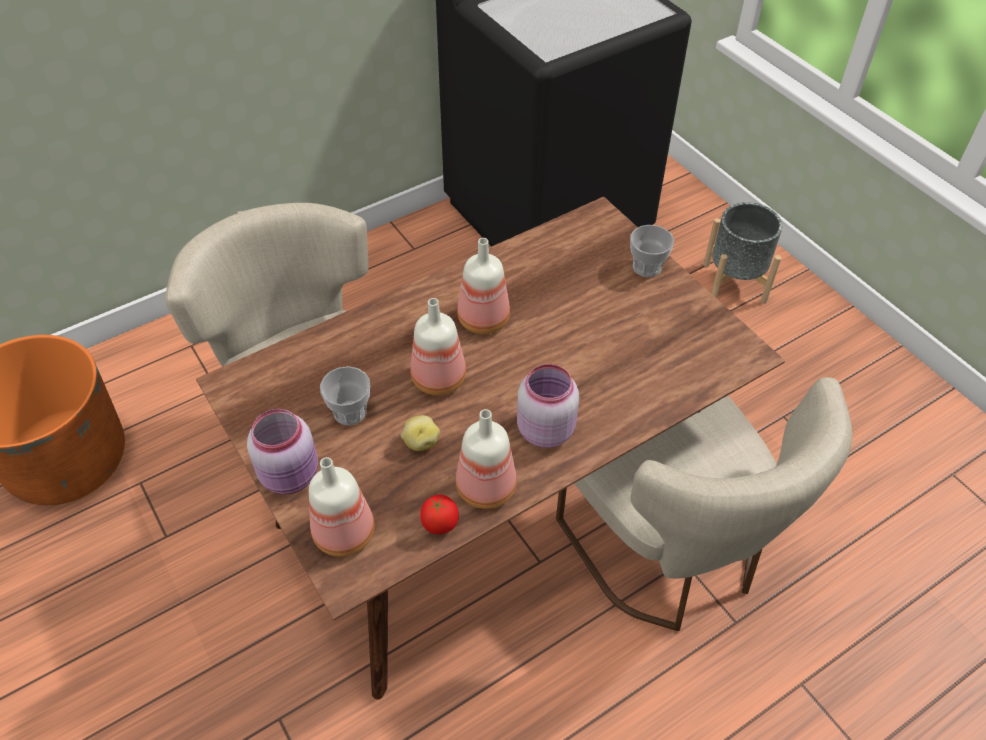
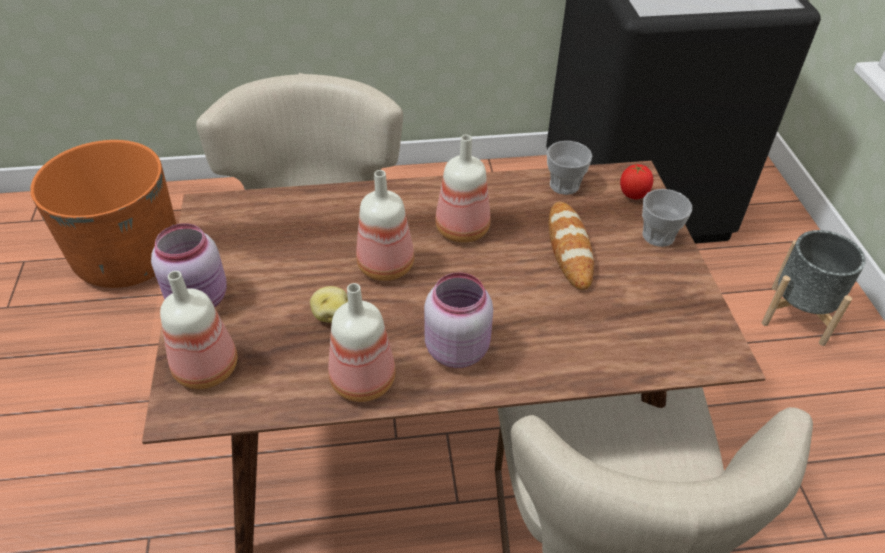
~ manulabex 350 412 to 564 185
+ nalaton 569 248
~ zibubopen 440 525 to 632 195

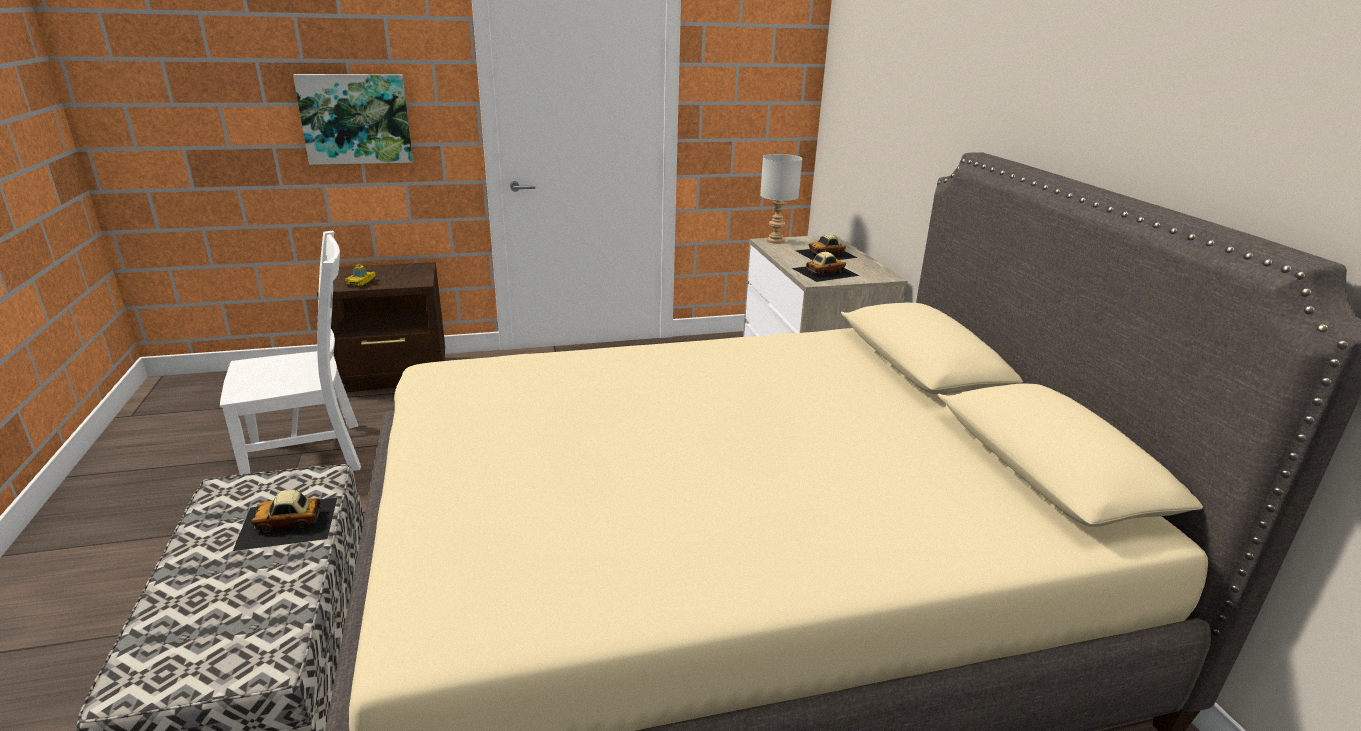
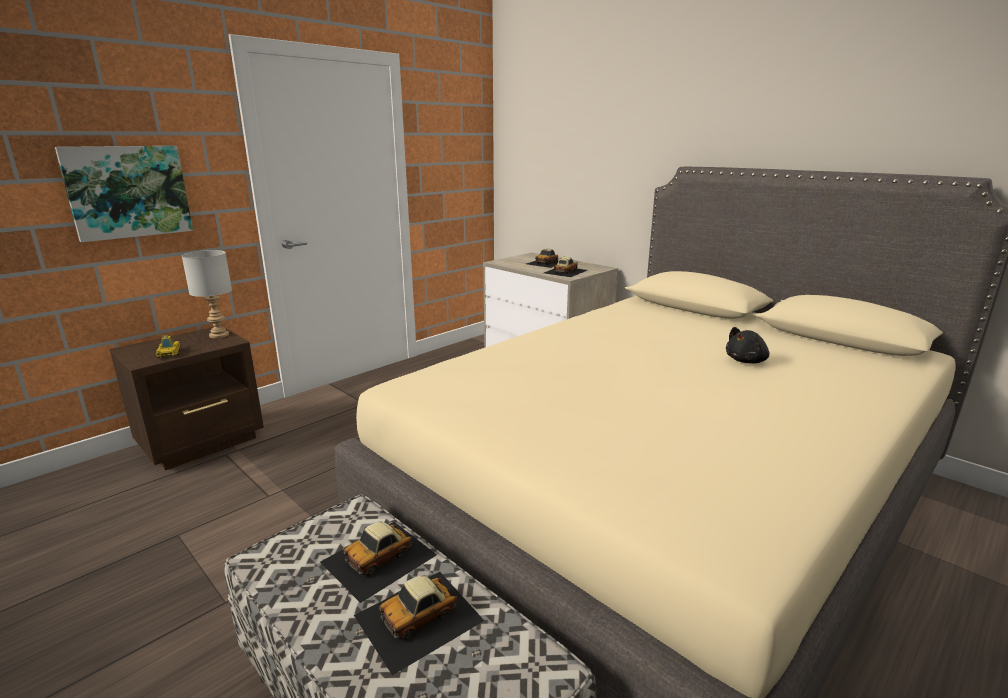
~ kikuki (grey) 776 241 to 220 335
+ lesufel 419 618
+ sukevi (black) 747 361
- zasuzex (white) 311 454

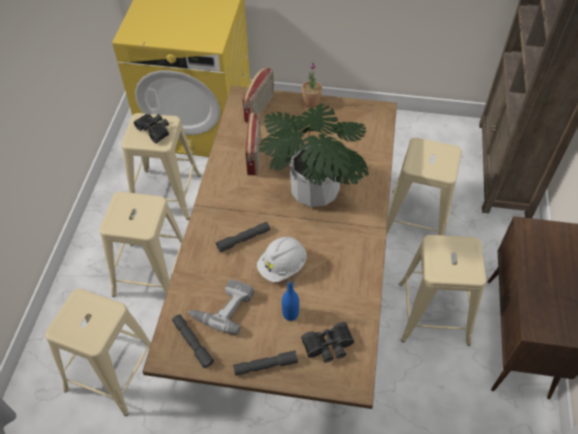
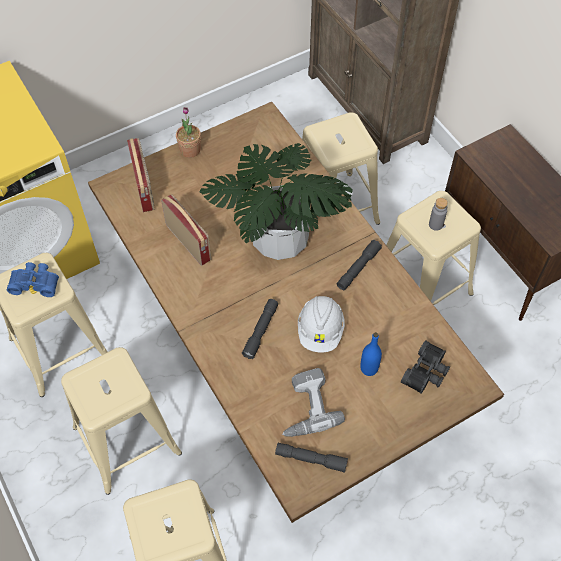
~ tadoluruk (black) 155 130 to tadoluruk (blue) 35 283
~ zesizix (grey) 265 366 to 358 268
+ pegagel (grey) 435 224

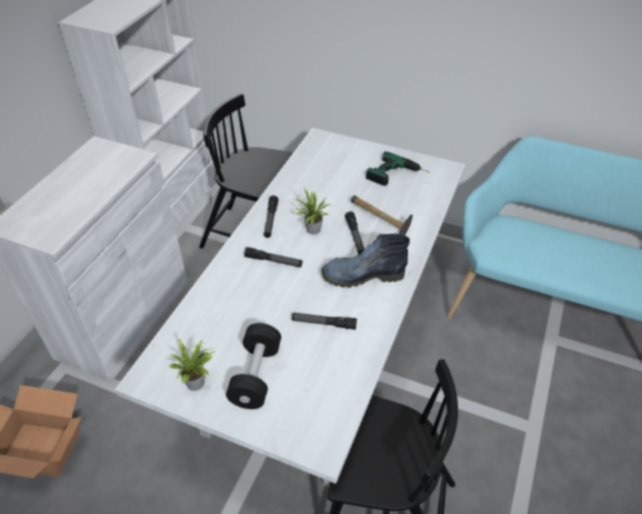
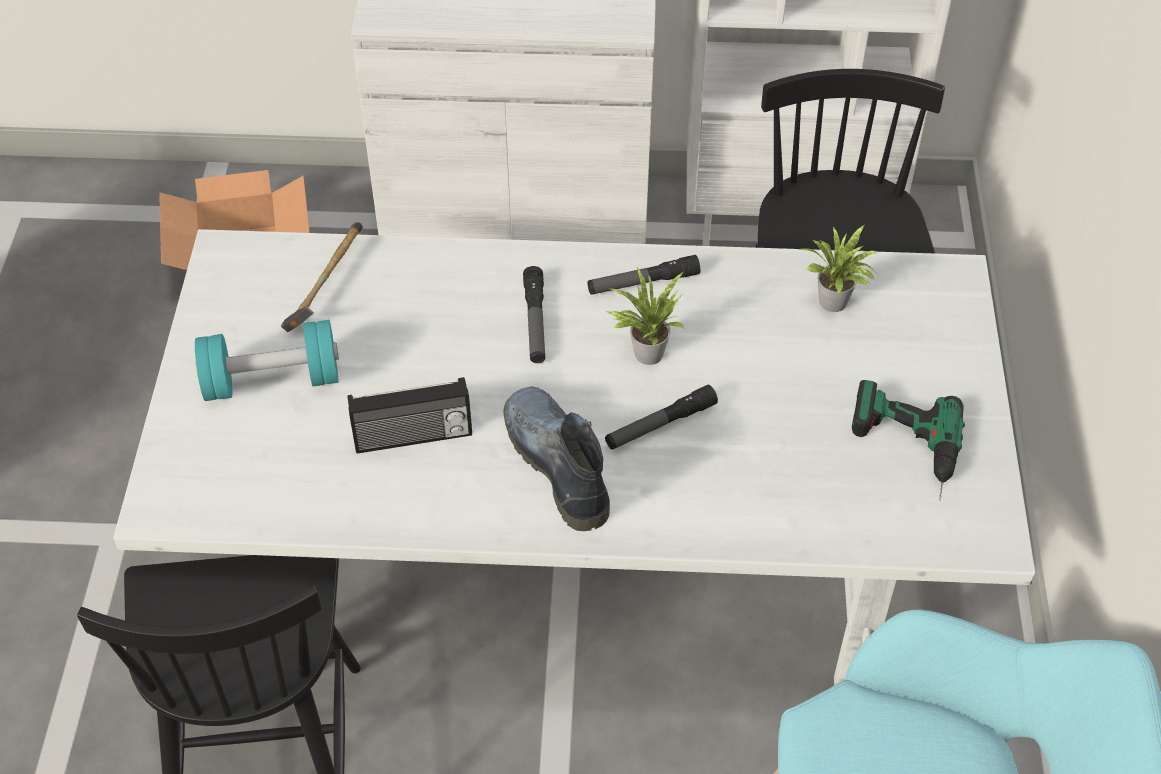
~ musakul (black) 256 375 to musakul (turquoise) 272 380
~ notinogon 380 220 to 325 289
~ zesizix 324 323 to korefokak 413 437
~ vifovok 198 383 to 834 304

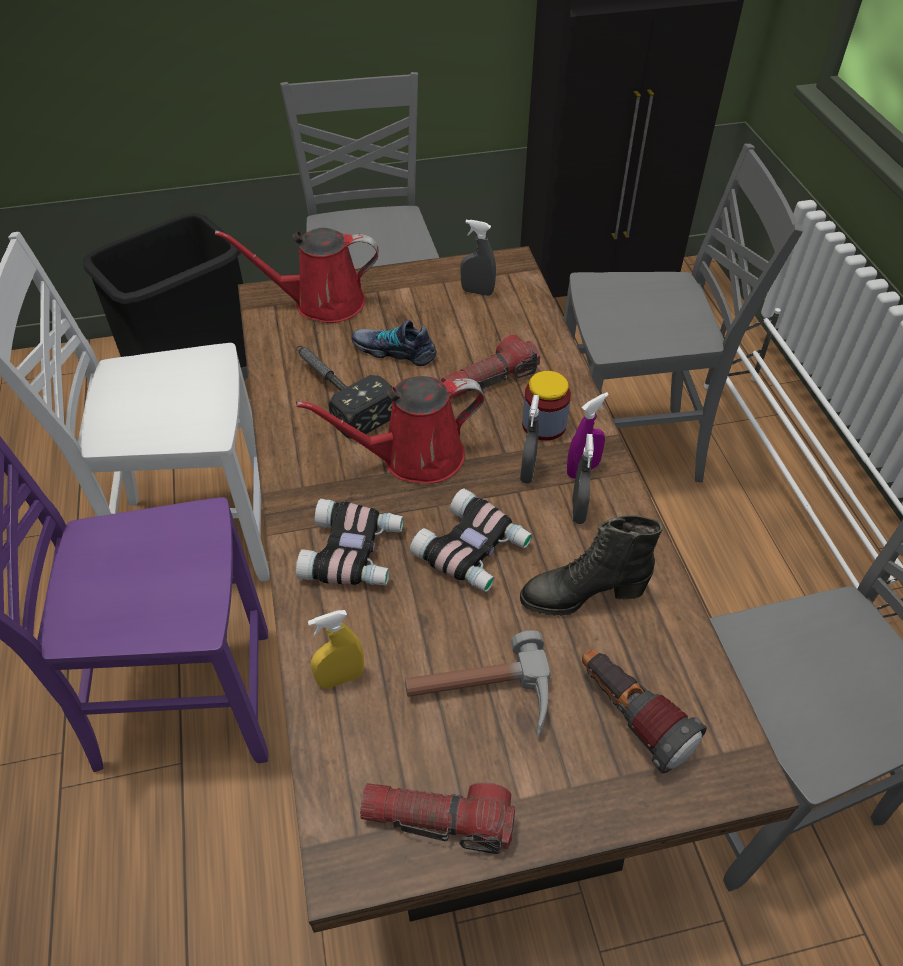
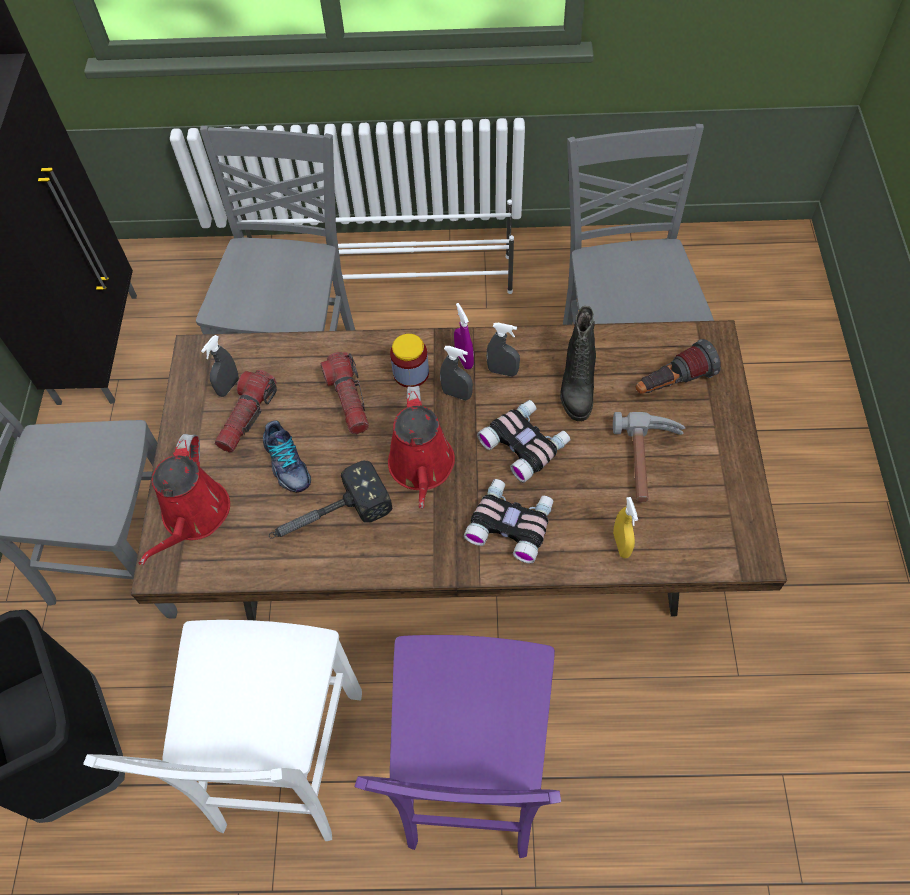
~ zesizix 438 820 to 247 417
~ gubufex 394 351 = 286 464 60 degrees counterclockwise

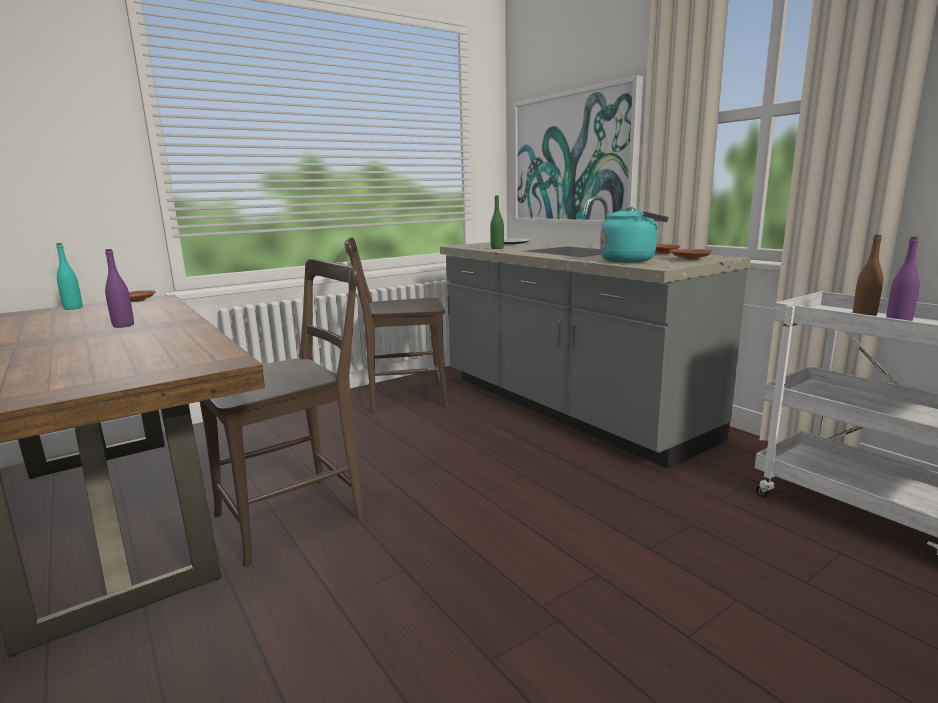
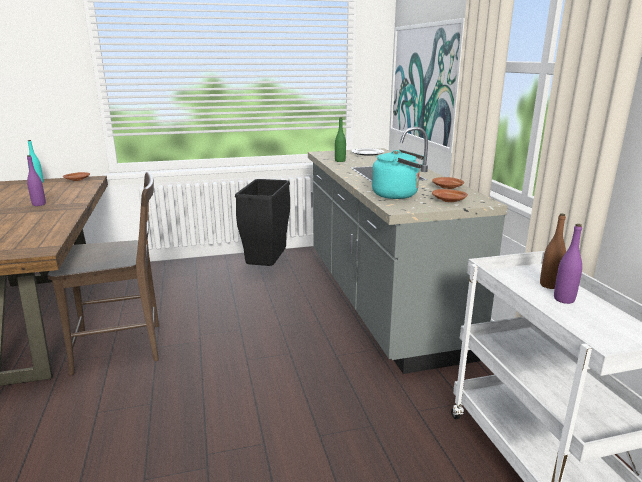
~ zasuzex (brown) 402 398 to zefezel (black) 266 268

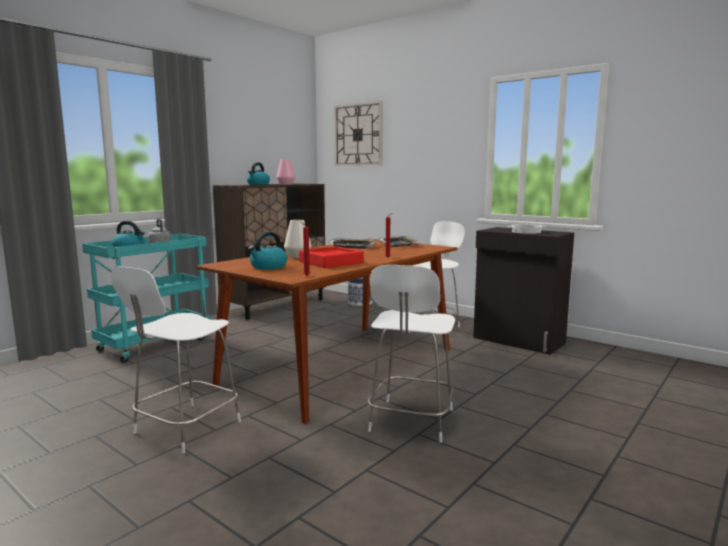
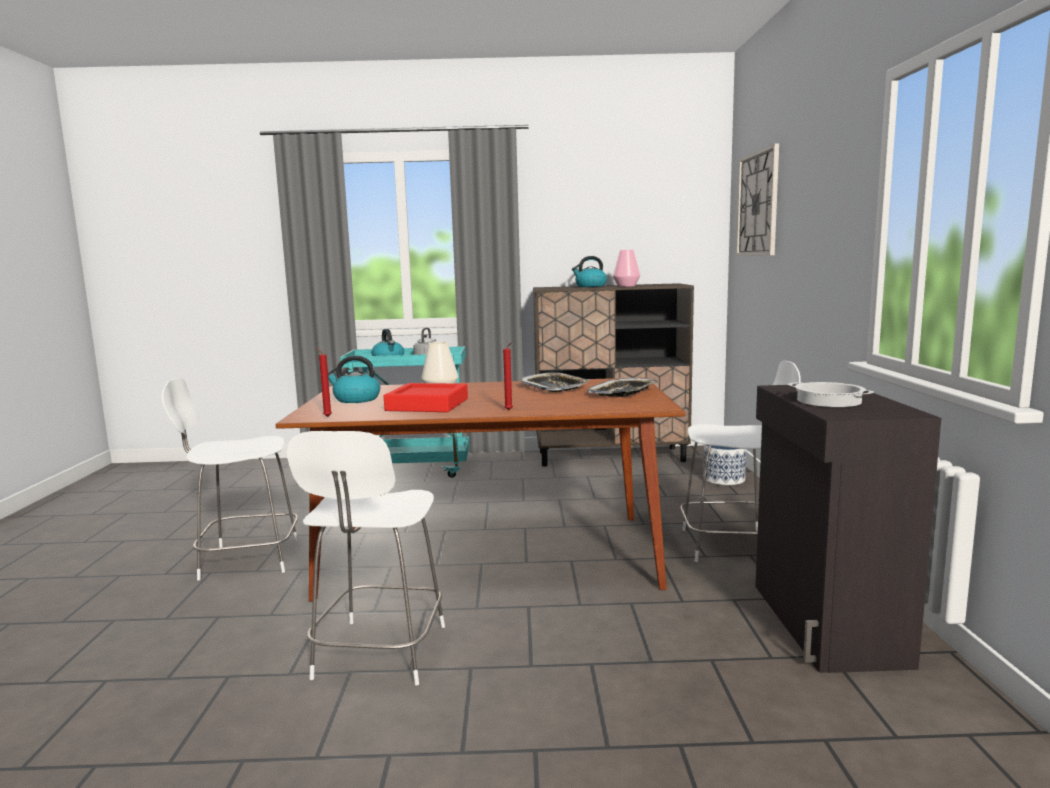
~ zasuzex (white) 410 422 = 379 654 60 degrees counterclockwise

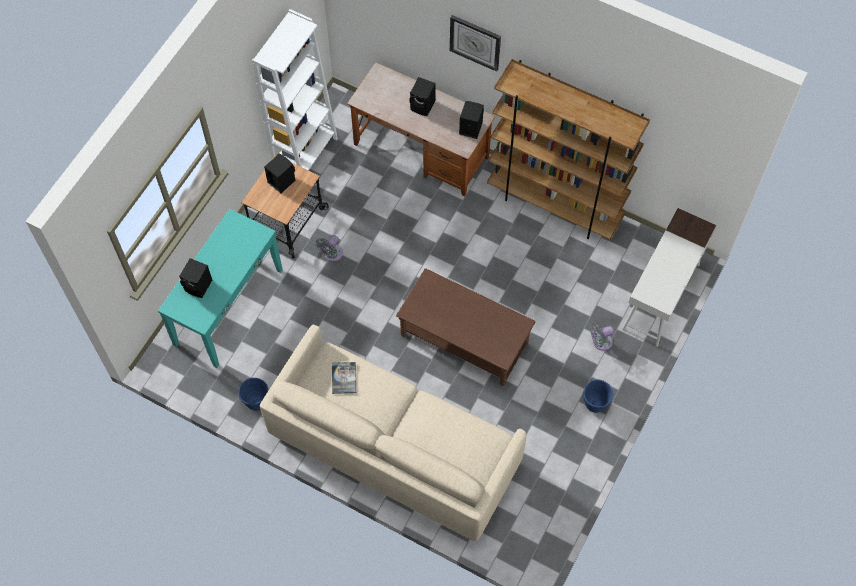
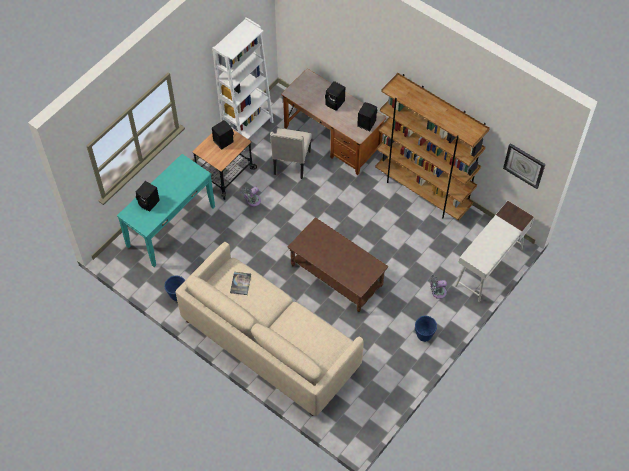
+ zasuzex (beige) 291 163
~ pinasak 475 42 to 524 165

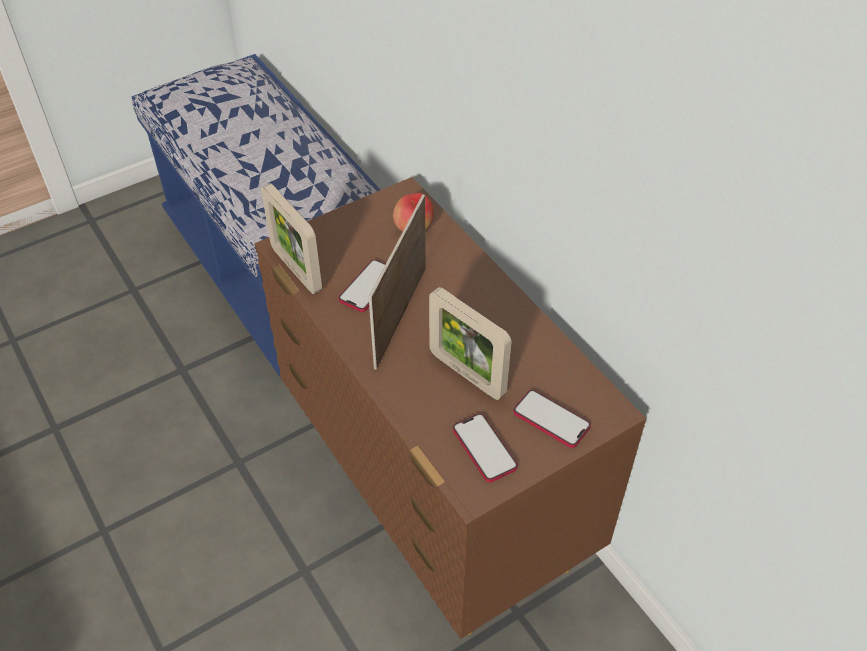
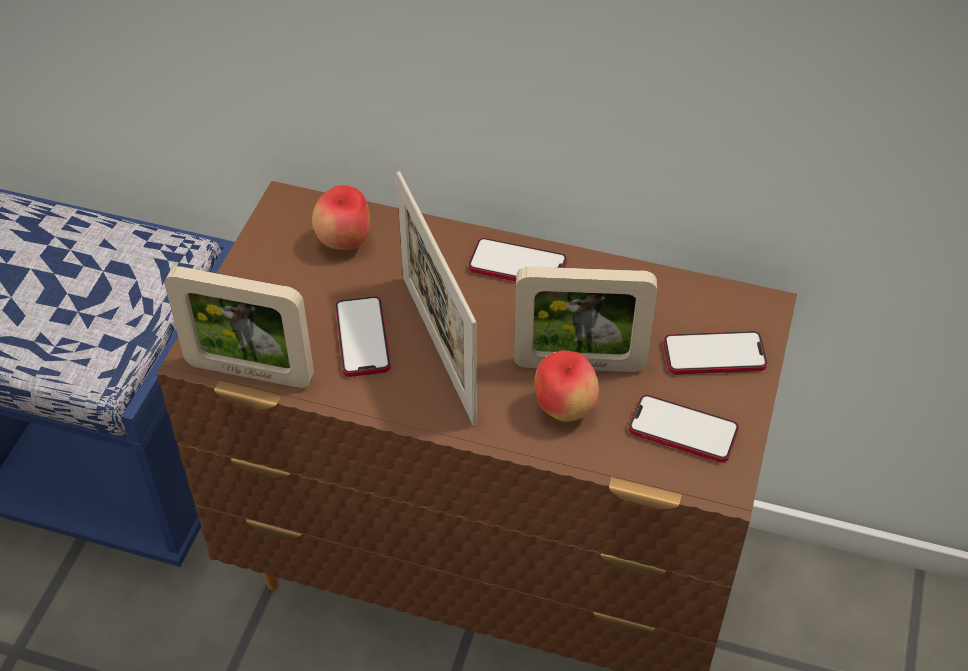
+ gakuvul 517 265
+ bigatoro 565 408

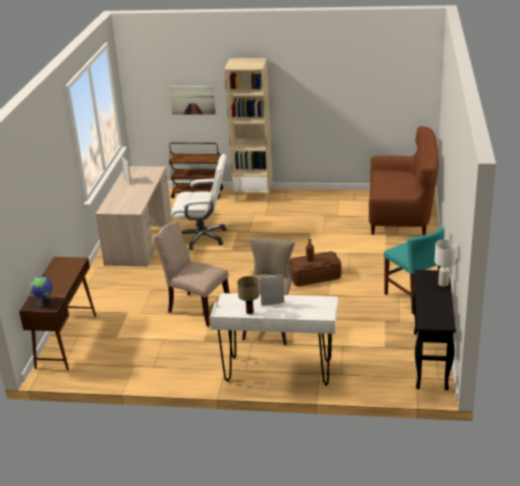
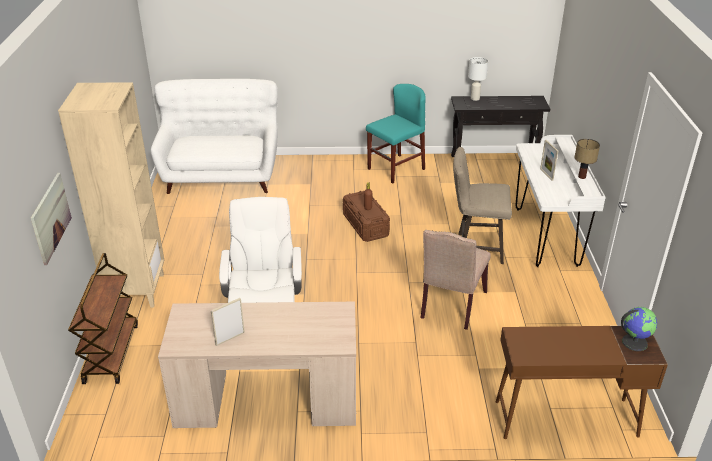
~ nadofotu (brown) 401 215 to nadofotu (white) 221 175

